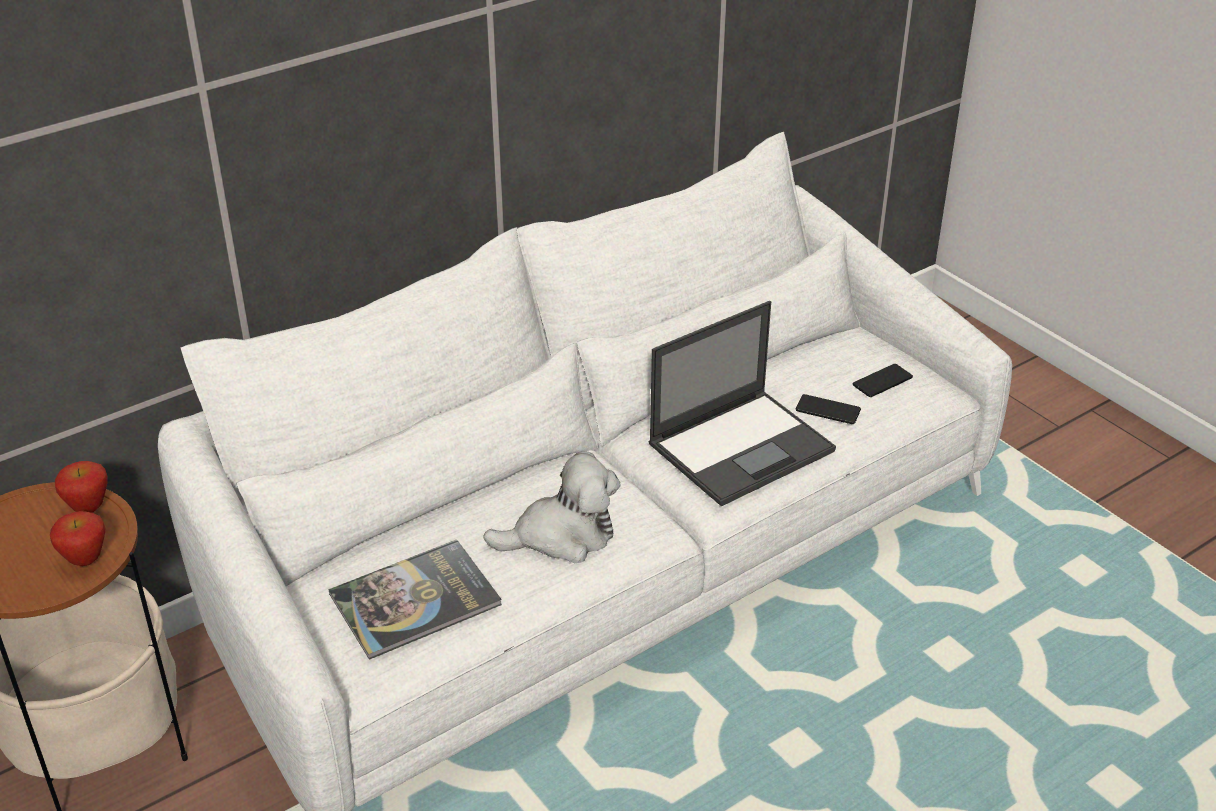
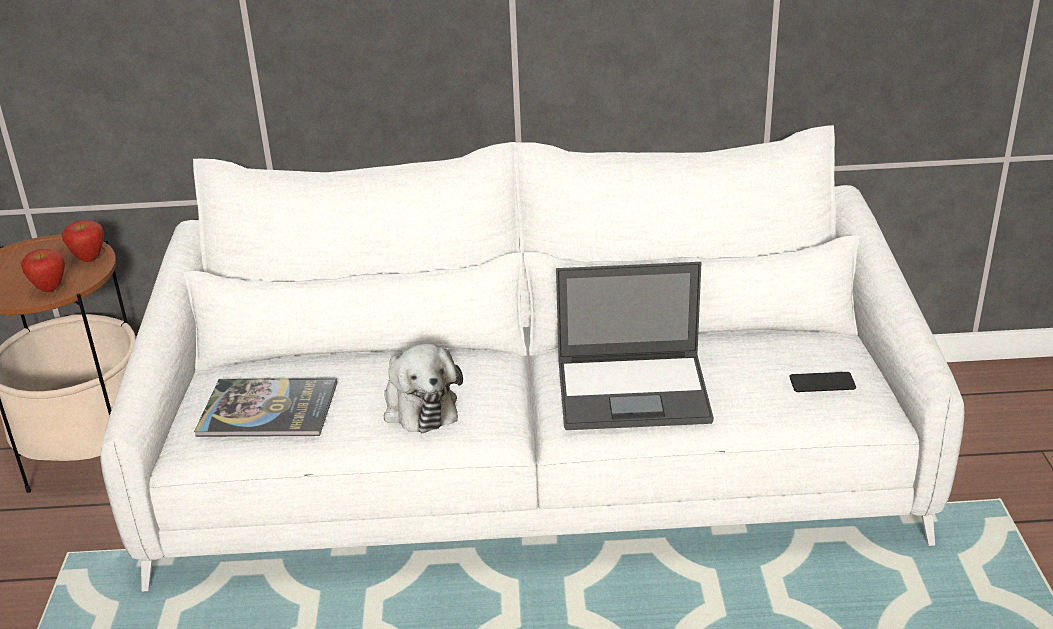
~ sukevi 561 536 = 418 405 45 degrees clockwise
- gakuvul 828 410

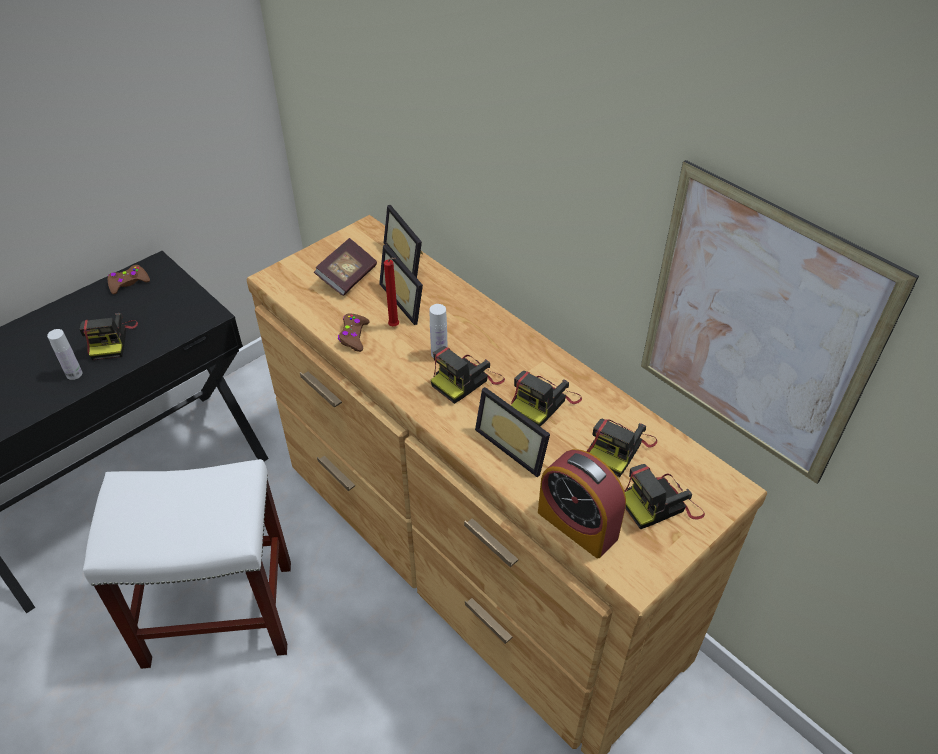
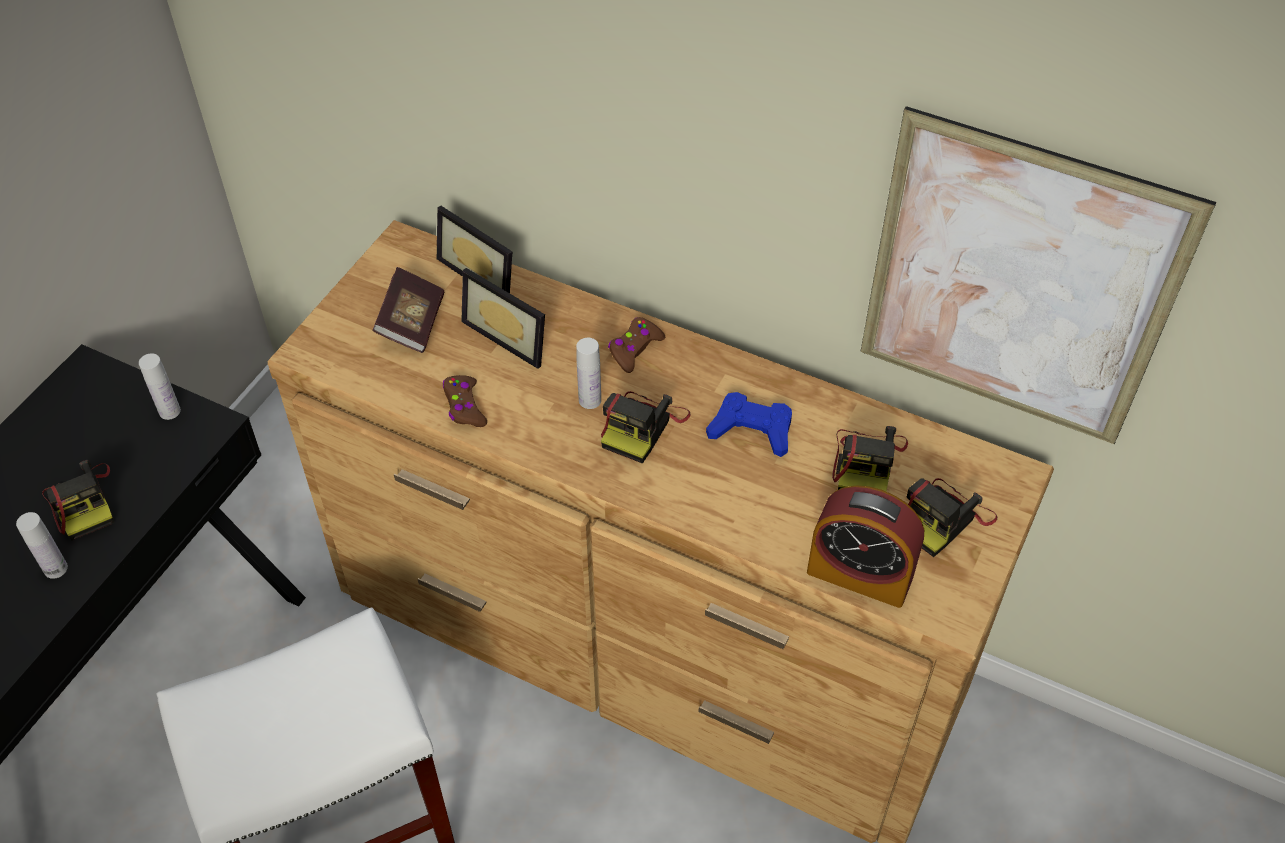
+ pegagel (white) 169 411
~ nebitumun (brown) 128 283 to 634 349
~ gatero 544 402 to nebitumun (blue) 752 429
- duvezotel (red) 395 327
- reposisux 516 444

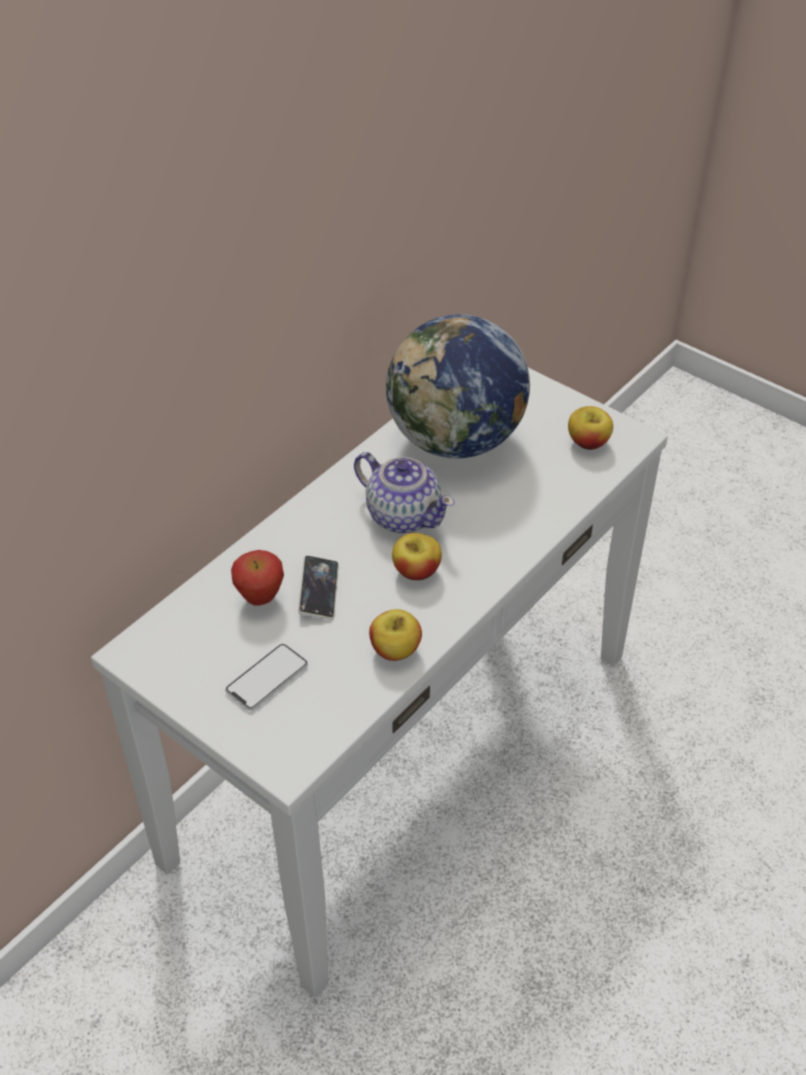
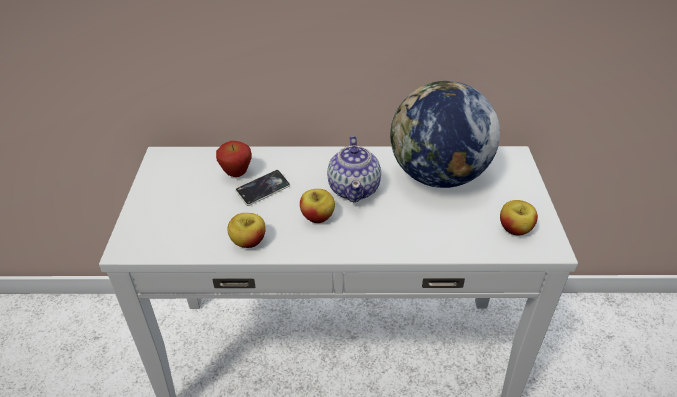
- gakuvul 267 678

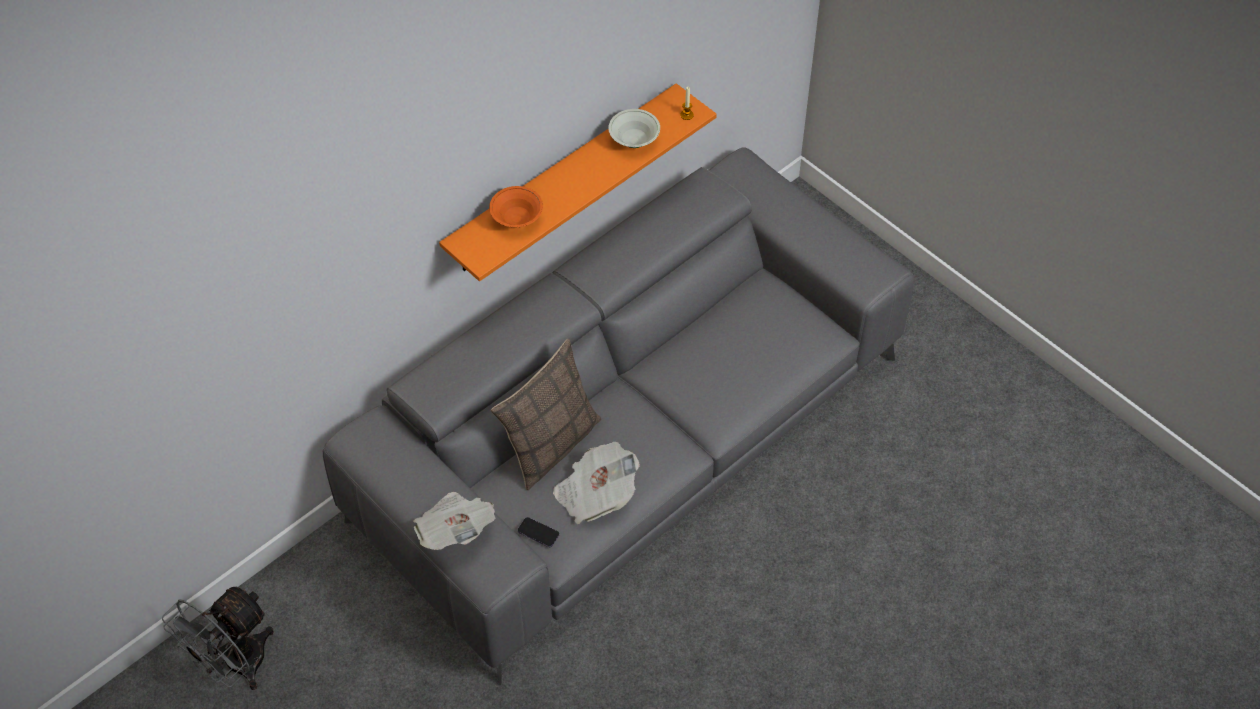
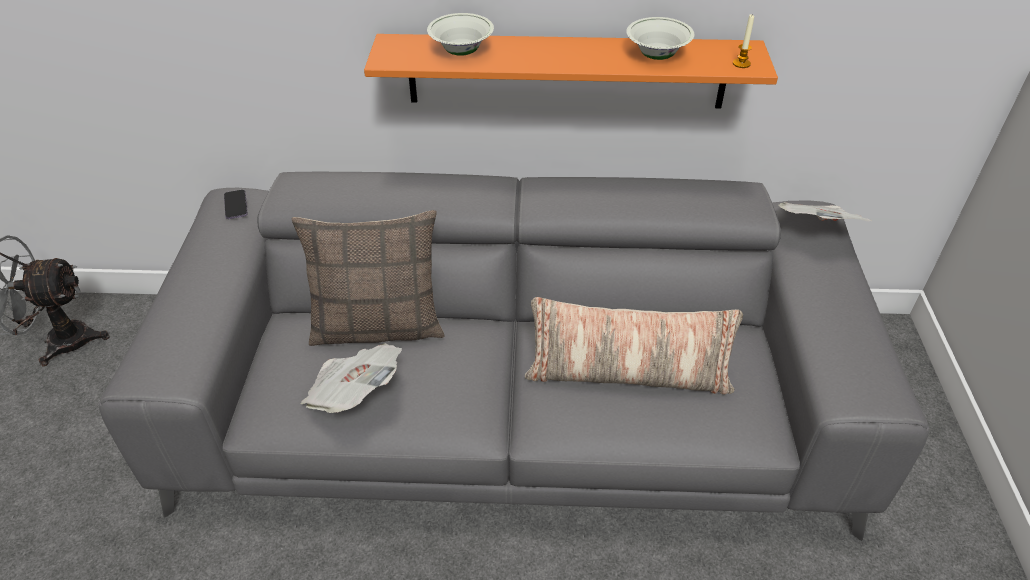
~ gakuvul 538 533 to 236 206
~ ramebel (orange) 517 219 to ramebel (white) 461 52
+ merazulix 628 374
~ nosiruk 455 531 to 817 231

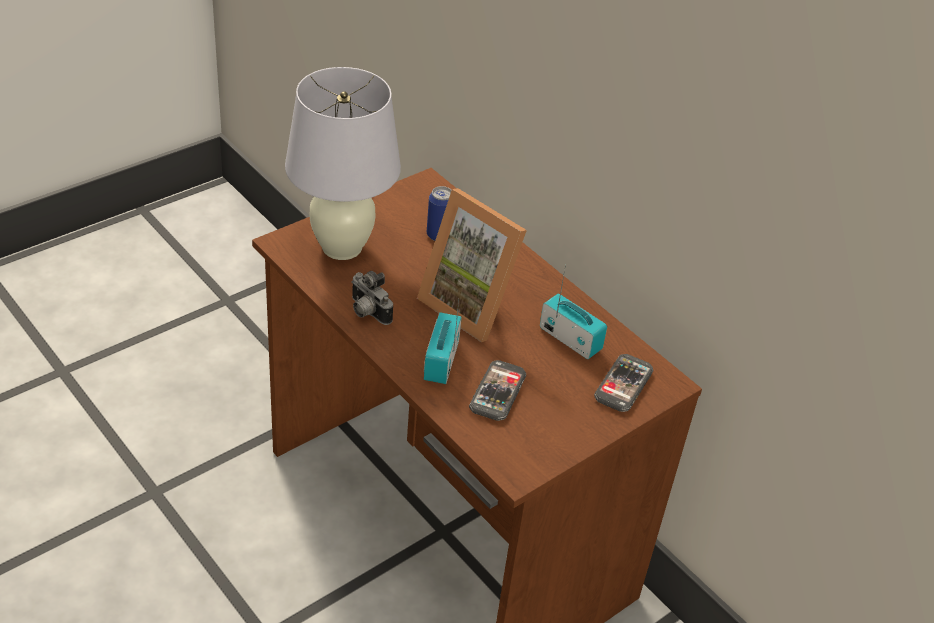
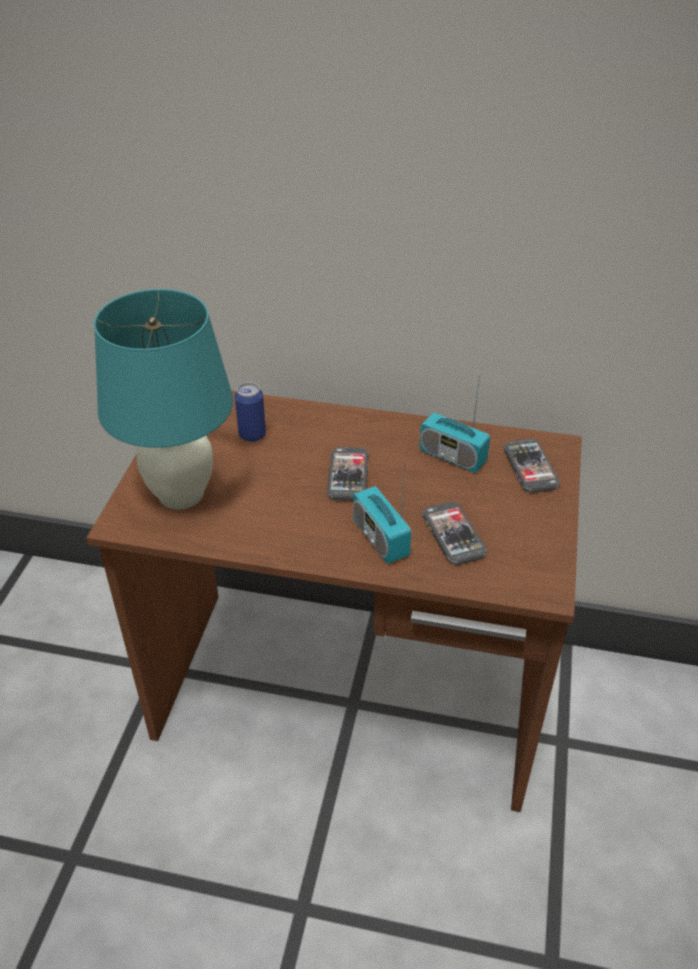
~ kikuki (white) 341 247 to kikuki (turquoise) 180 494
~ reposisux 472 305 to gakuvul 348 476
~ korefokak 570 339 = 452 456 150 degrees counterclockwise
- gatero 367 312

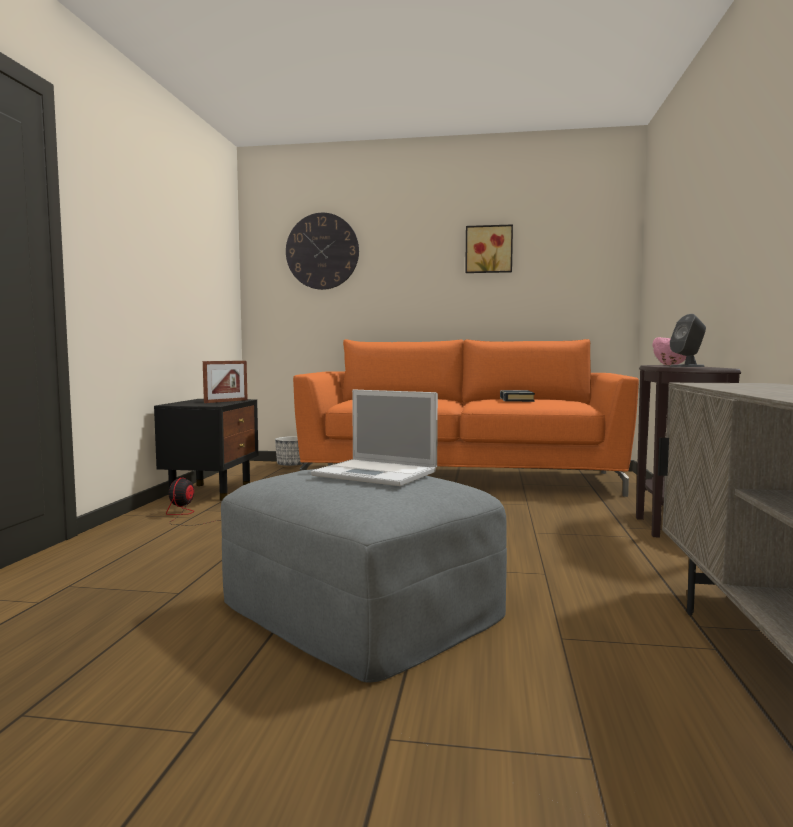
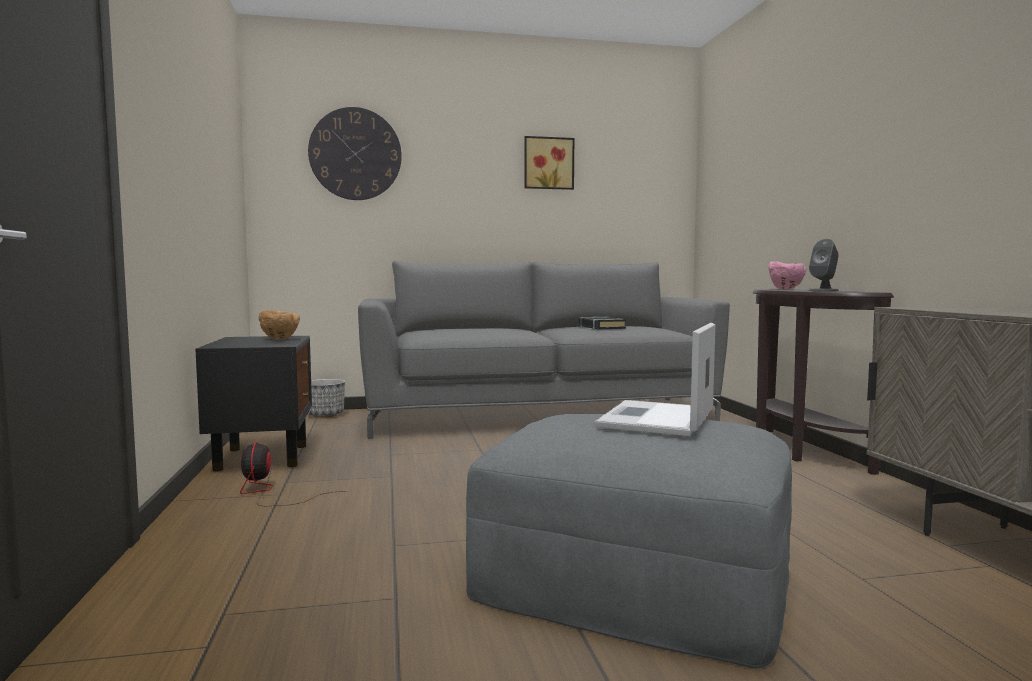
~ reposisux 226 401 to ramebel (brown) 280 339
~ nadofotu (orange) 460 478 to nadofotu (grey) 538 416
~ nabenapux 377 473 = 657 420 105 degrees clockwise

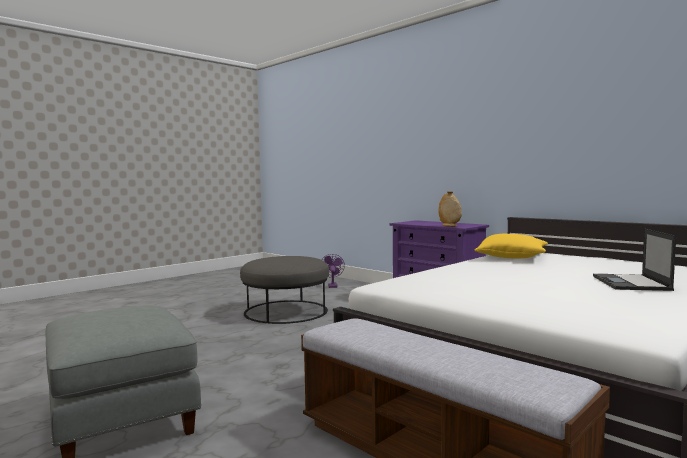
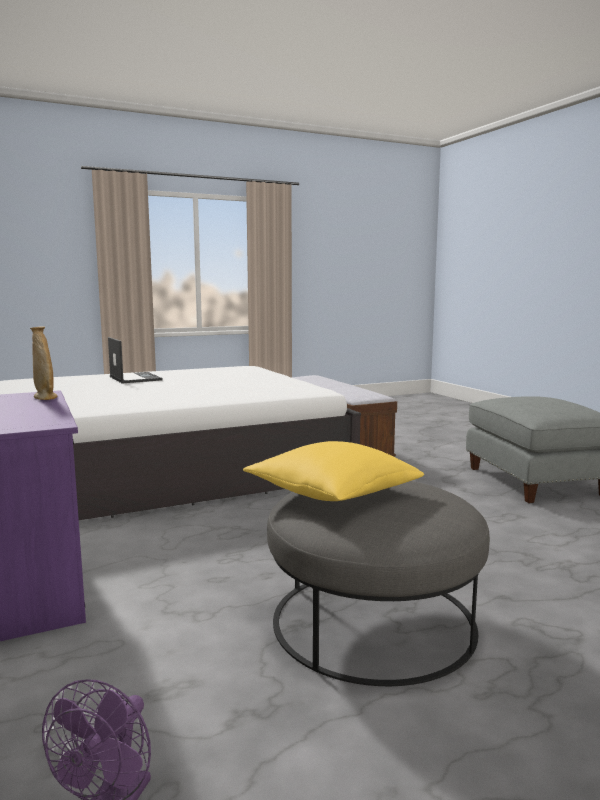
~ nabenapux 631 283 = 135 378 60 degrees counterclockwise
~ merazulix (yellow) 512 257 to 332 493

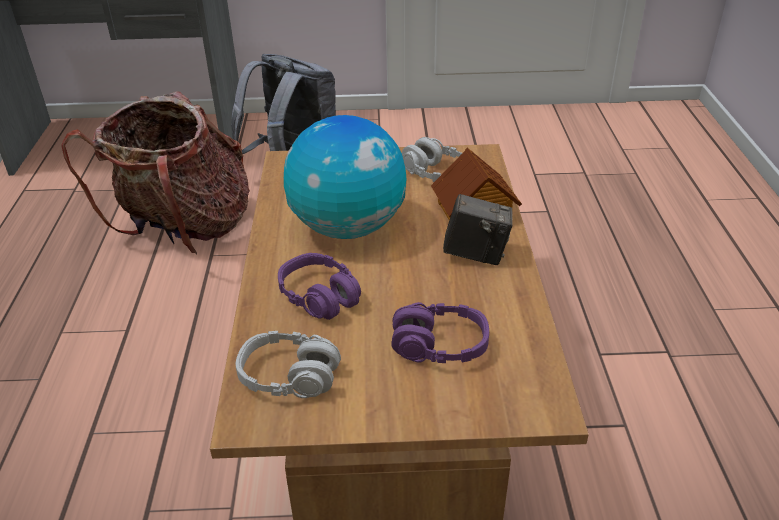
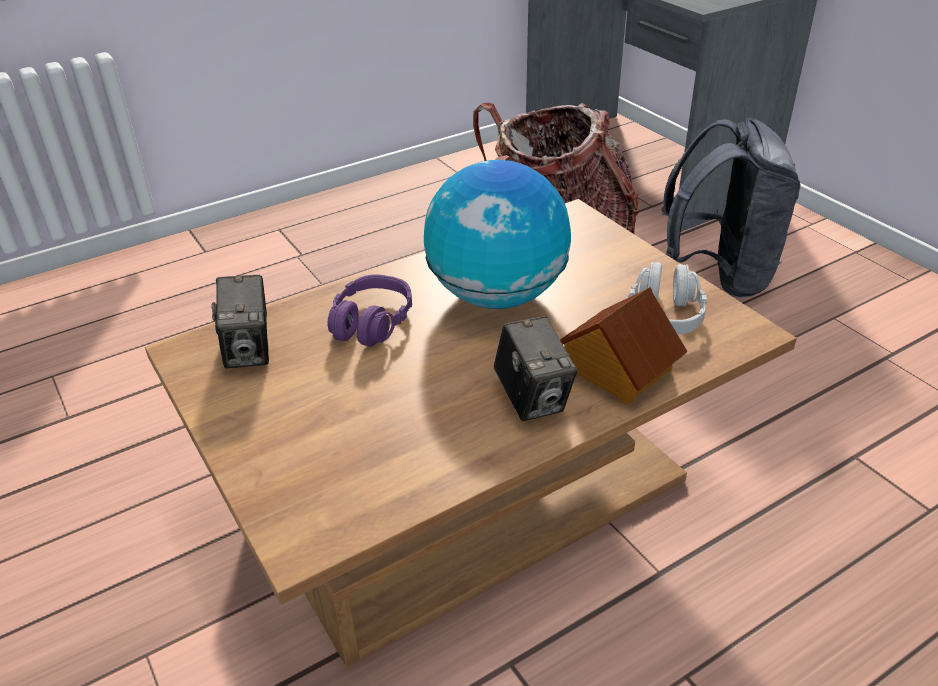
~ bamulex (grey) 289 376 to gatero 249 351
- bamulex (purple) 439 345

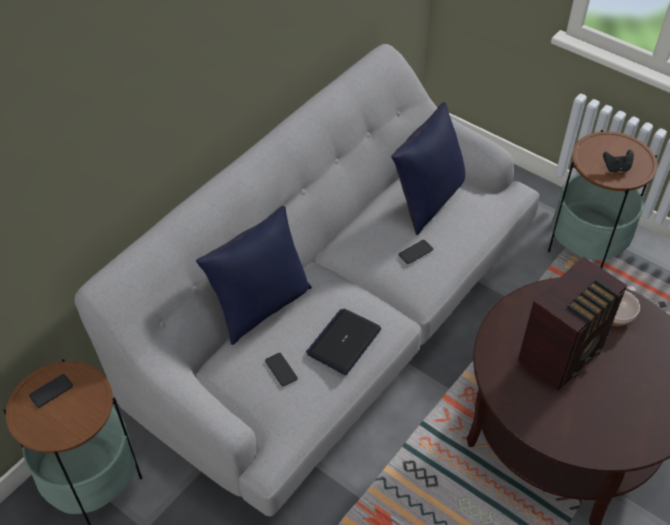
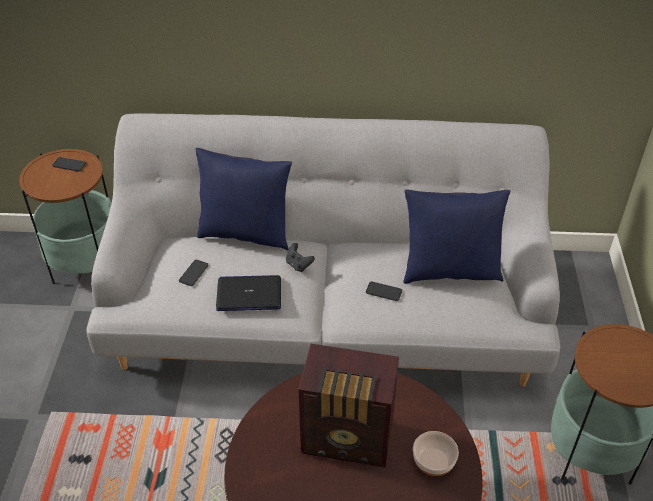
~ nebitumun (black) 616 168 to 298 265

